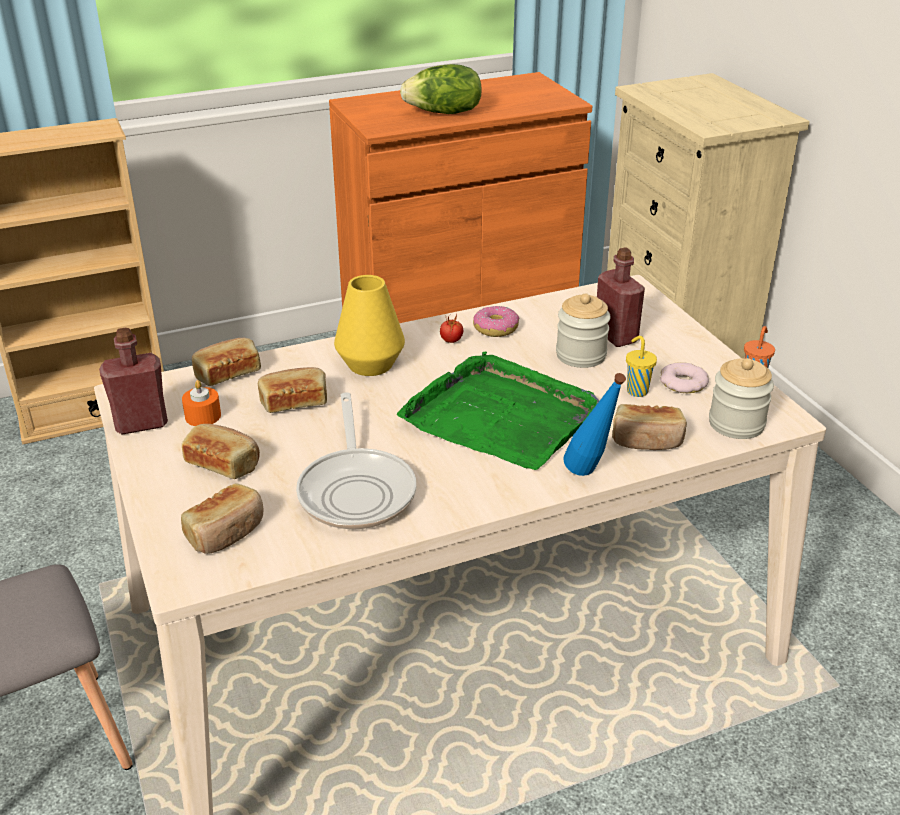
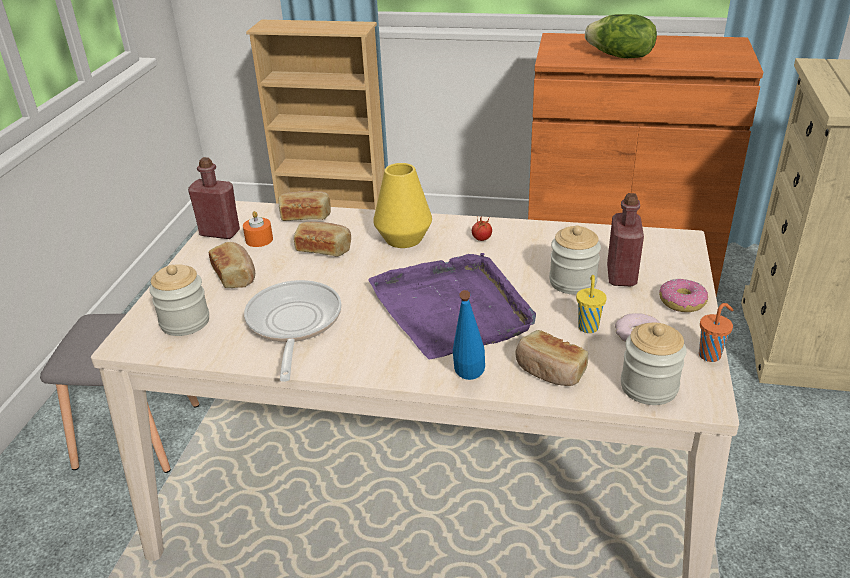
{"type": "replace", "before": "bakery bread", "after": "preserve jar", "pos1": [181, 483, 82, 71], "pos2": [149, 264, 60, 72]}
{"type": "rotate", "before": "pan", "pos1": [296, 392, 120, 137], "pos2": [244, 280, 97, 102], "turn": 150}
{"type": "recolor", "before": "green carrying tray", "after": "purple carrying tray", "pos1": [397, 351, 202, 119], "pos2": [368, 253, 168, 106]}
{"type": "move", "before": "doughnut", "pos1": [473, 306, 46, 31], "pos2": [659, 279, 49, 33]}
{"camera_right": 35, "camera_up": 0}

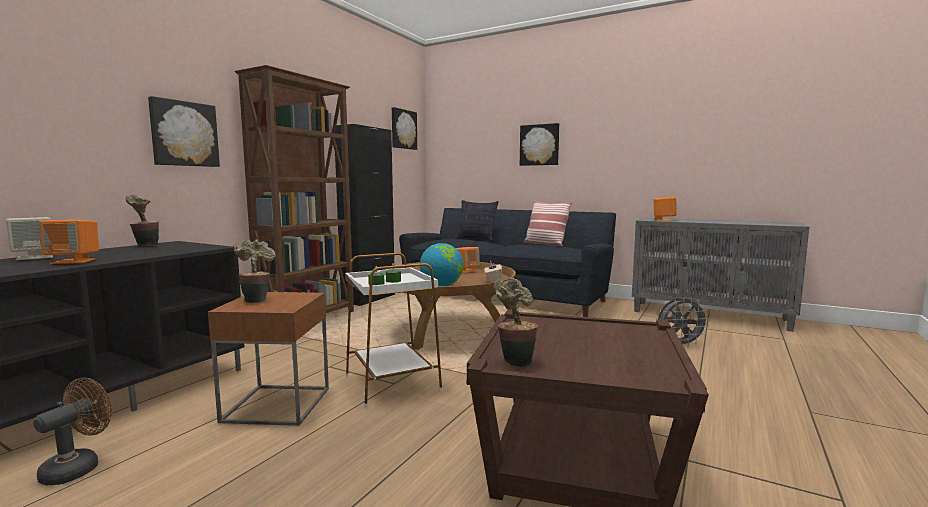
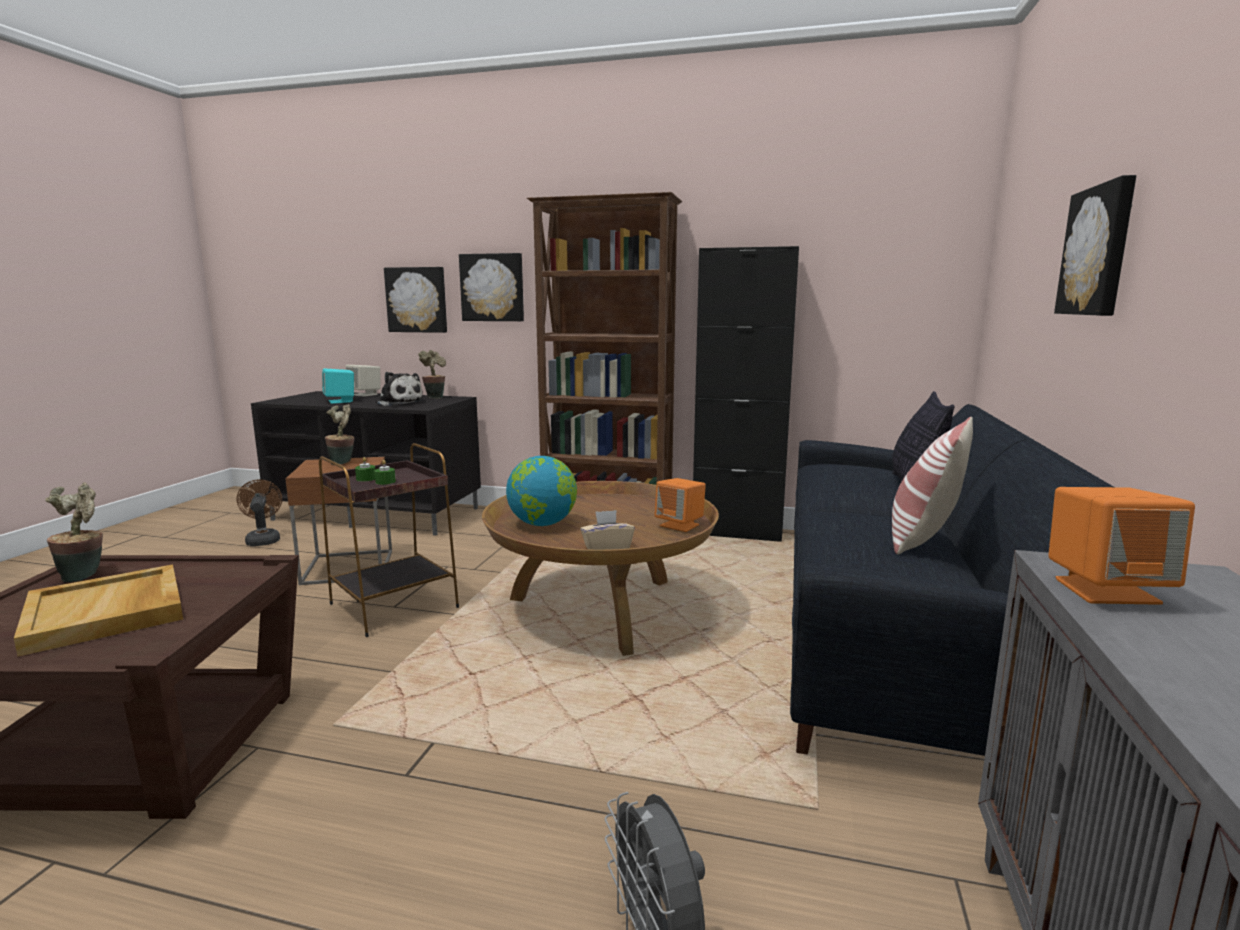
{"type": "insert", "after": "beige carrying tray", "pos2": [14, 564, 169, 92]}
{"type": "rotate", "before": "brownish cooling fan", "pos1": [34, 377, 78, 108], "pos2": [237, 479, 45, 67], "turn": -120}
{"type": "recolor", "before": "white-coloured end table", "after": "brownish end table", "pos1": [345, 253, 97, 154], "pos2": [319, 443, 140, 194]}
{"type": "recolor", "before": "orange-coloured loudspeaker", "after": "turquoise-coloured loudspeaker", "pos1": [39, 220, 60, 44], "pos2": [322, 369, 32, 35]}
{"type": "insert", "after": "plush toy", "pos2": [376, 372, 48, 34]}
{"type": "move", "before": "wall picture", "pos1": [392, 107, 25, 43], "pos2": [384, 267, 63, 66]}
{"camera_right": 75, "camera_up": 5}

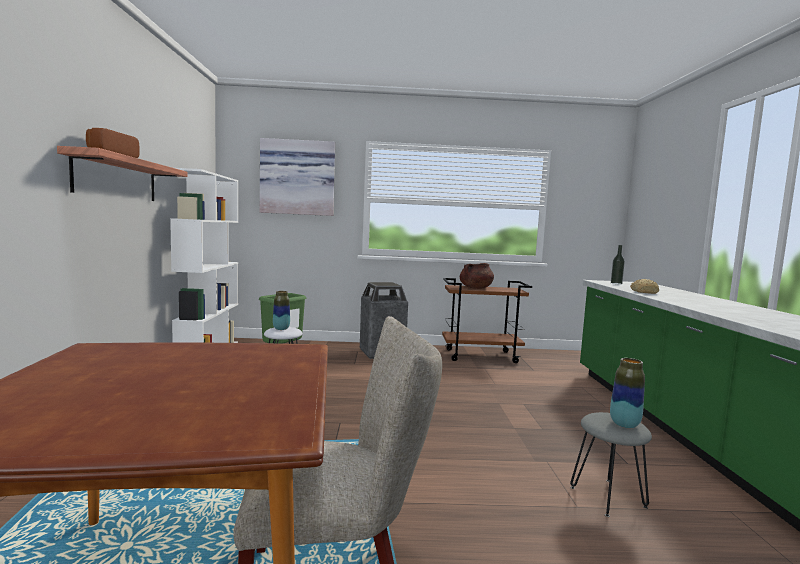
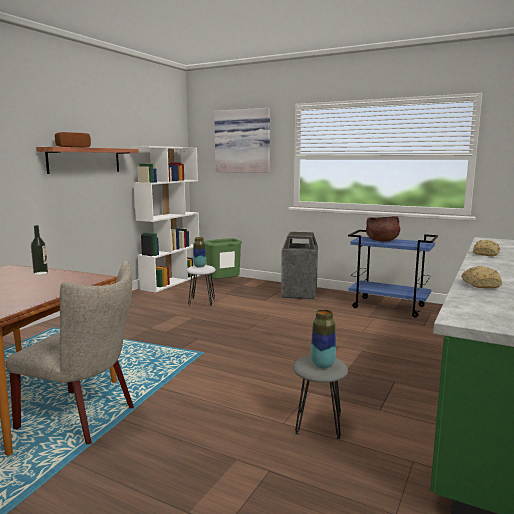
{"type": "move", "before": "bottle", "pos1": [611, 245, 14, 40], "pos2": [31, 225, 17, 50]}
{"type": "recolor", "before": "brownish cart", "after": "bluish cart", "pos1": [442, 278, 90, 85], "pos2": [348, 230, 90, 88]}
{"type": "insert", "after": "bakery bread", "pos2": [461, 266, 41, 22]}
{"camera_right": 30, "camera_up": 5}

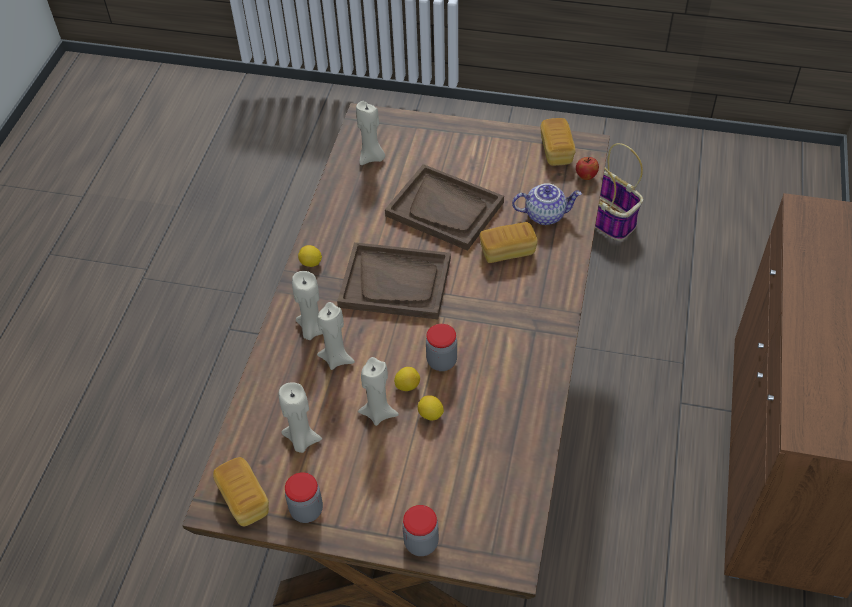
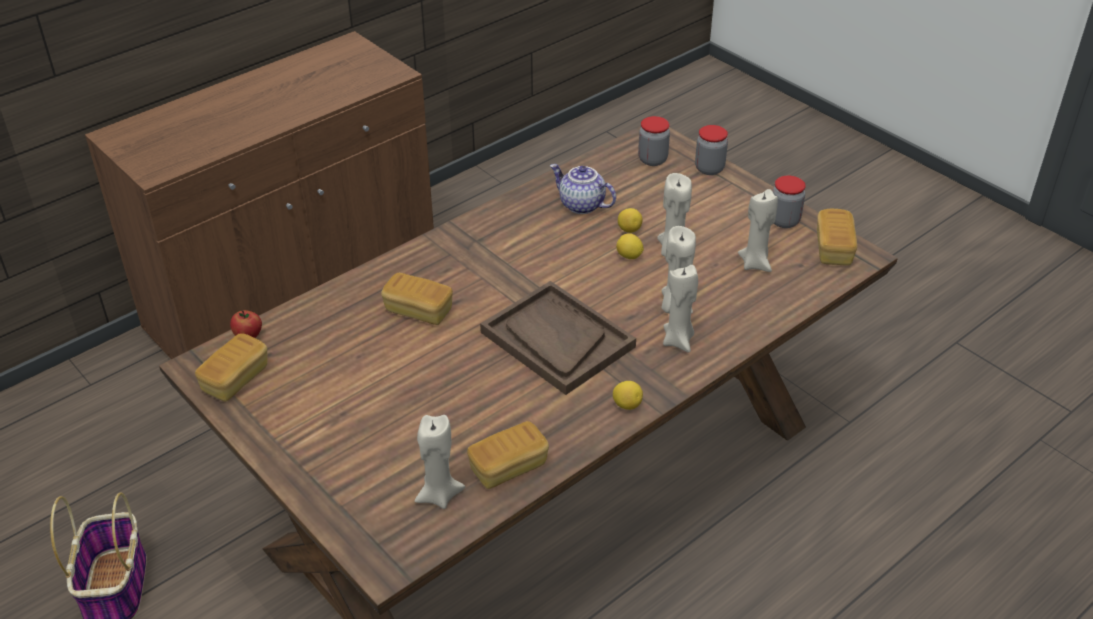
{"type": "insert", "after": "bakery bread", "pos2": [467, 421, 82, 68]}
{"type": "move", "before": "tea pot", "pos1": [512, 183, 70, 42], "pos2": [550, 164, 66, 50]}
{"type": "move", "before": "preserve jar", "pos1": [426, 324, 31, 47], "pos2": [638, 116, 32, 50]}
{"type": "delete", "before": "brownish carrying tray", "pos1": [385, 164, 119, 87]}
{"camera_right": -145, "camera_up": -10}

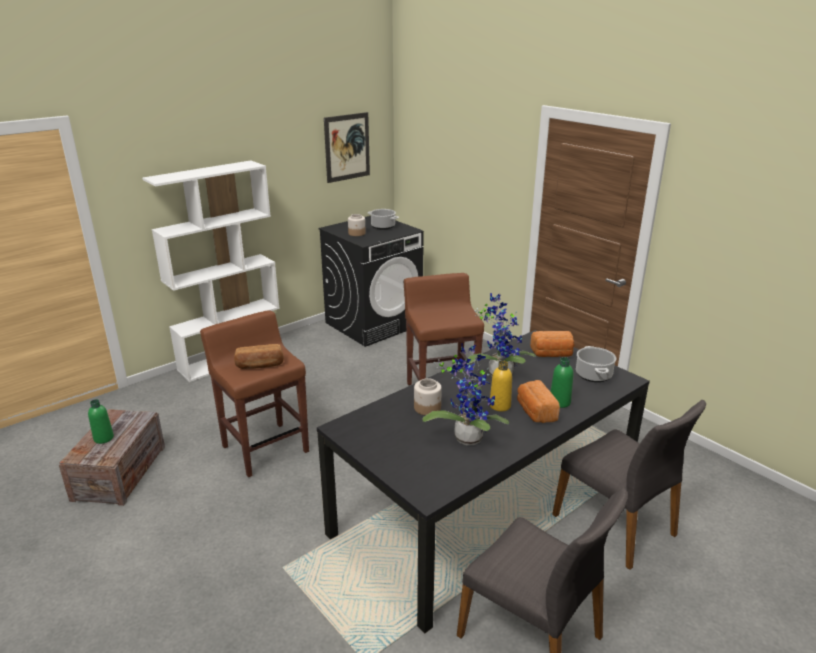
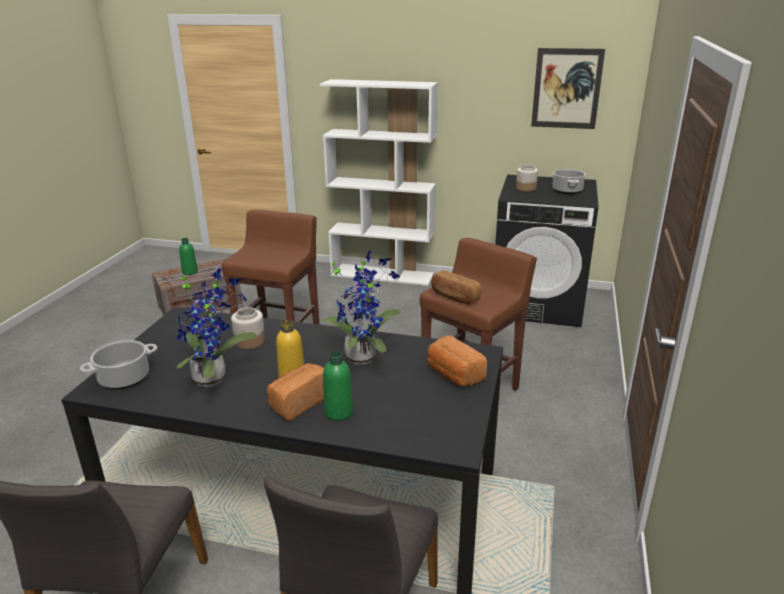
{"type": "move", "before": "saucepot", "pos1": [576, 346, 40, 36], "pos2": [80, 340, 77, 49]}
{"type": "move", "before": "bakery bread", "pos1": [234, 344, 50, 25], "pos2": [431, 270, 50, 34]}
{"camera_right": 55, "camera_up": 0}

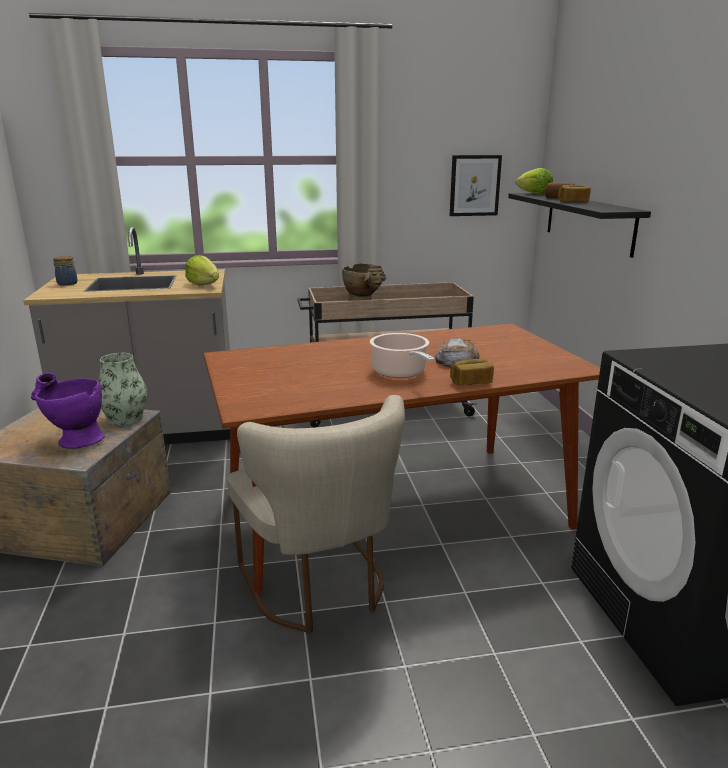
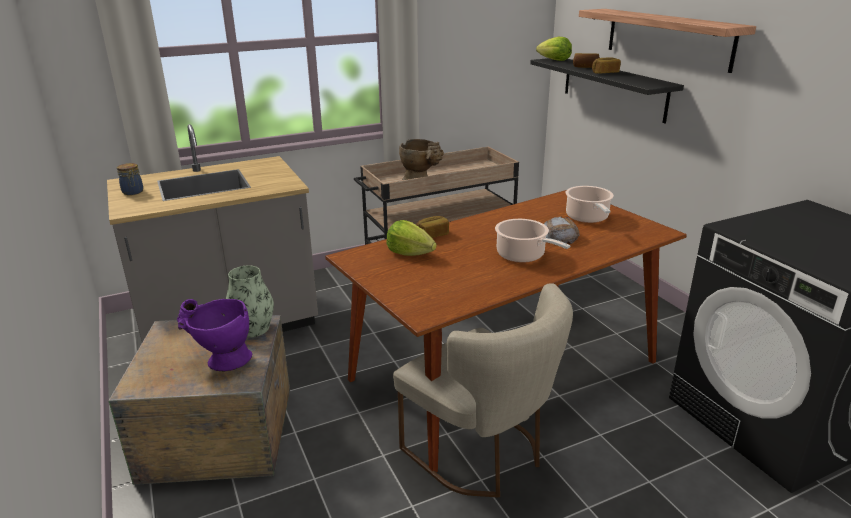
{"type": "move", "before": "head of lettuce", "pos1": [185, 255, 34, 30], "pos2": [386, 220, 51, 36]}
{"type": "move", "before": "bakery bread", "pos1": [450, 359, 44, 27], "pos2": [416, 216, 33, 22]}
{"type": "insert", "after": "saucepot", "pos2": [566, 186, 48, 37]}
{"type": "insert", "after": "wall shelf", "pos2": [579, 9, 177, 64]}
{"type": "delete", "before": "wall picture", "pos1": [450, 155, 52, 61]}
{"camera_right": -15, "camera_up": 5}

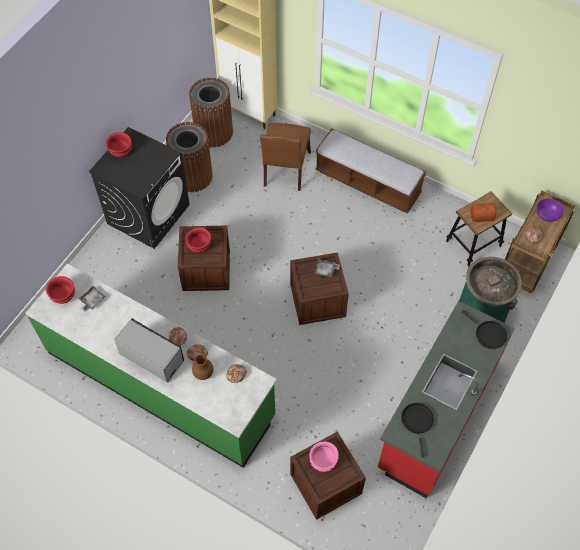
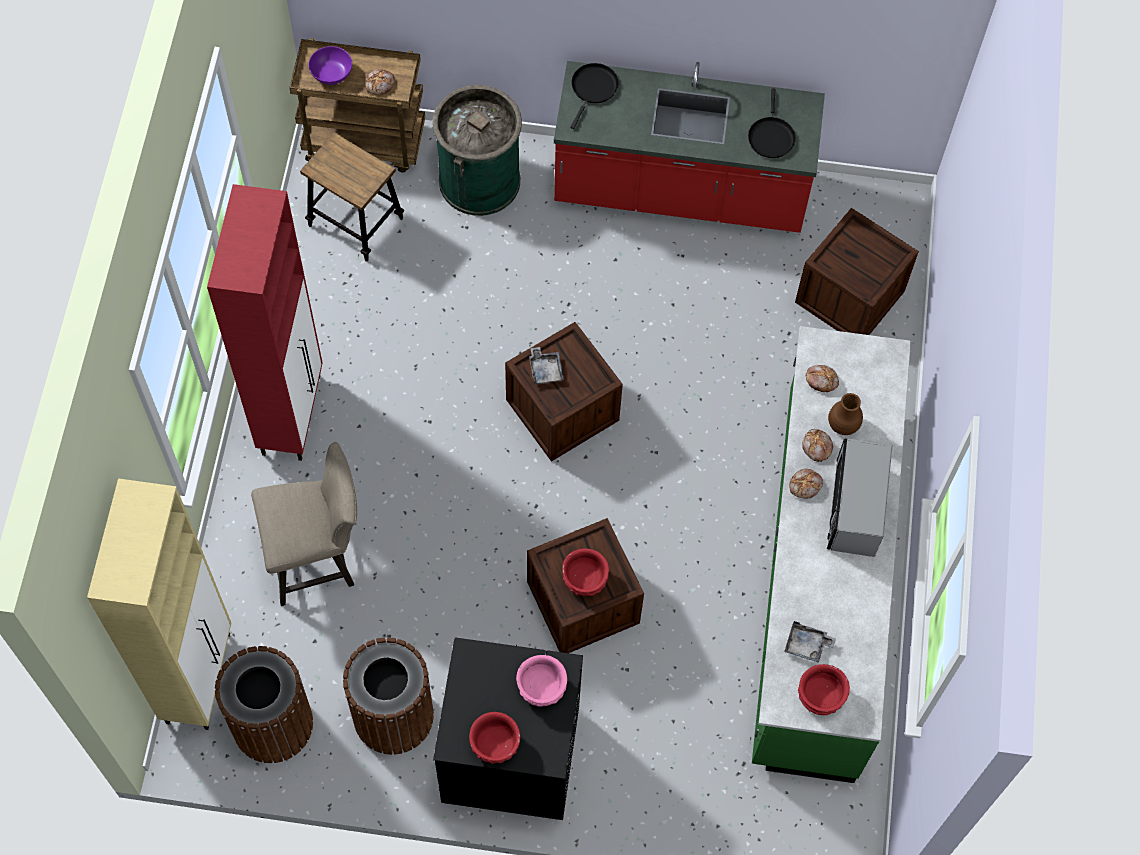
{"type": "replace", "before": "long seat", "after": "red cupboard", "pos1": [316, 128, 110, 85], "pos2": [207, 184, 116, 277]}
{"type": "replace", "before": "brownish plain chair", "after": "beige stool", "pos1": [260, 123, 51, 68], "pos2": [251, 442, 106, 164]}
{"type": "move", "before": "pink serving bowl", "pos1": [309, 442, 30, 30], "pos2": [516, 655, 51, 52]}
{"type": "rotate", "before": "blackish pan", "pos1": [401, 403, 33, 55], "pos2": [748, 88, 48, 70], "turn": -60}
{"type": "delete", "before": "bakery bread", "pos1": [470, 203, 26, 19]}
{"camera_right": -115, "camera_up": 5}

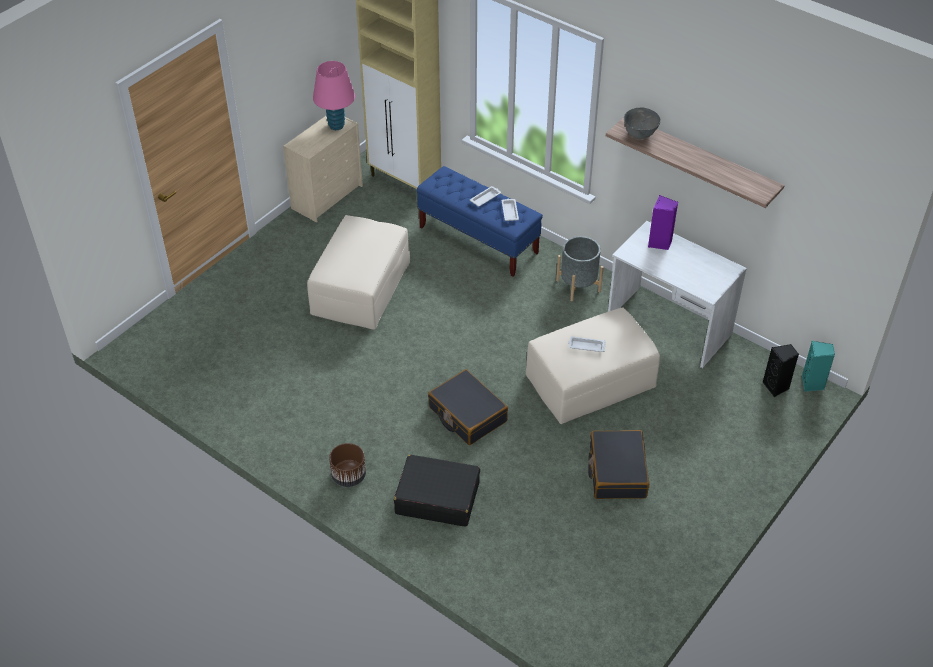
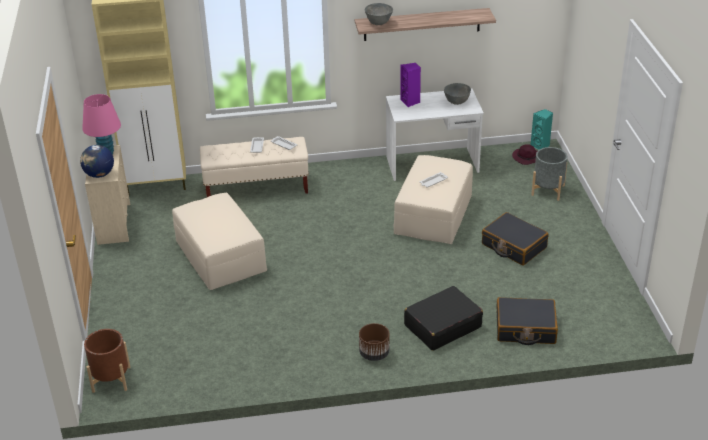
{"type": "insert", "after": "world globe", "pos2": [80, 145, 34, 33]}
{"type": "insert", "after": "brownish flower pot", "pos2": [84, 329, 46, 64]}
{"type": "recolor", "before": "bluish long seat", "after": "beige long seat", "pos1": [417, 166, 126, 110], "pos2": [200, 137, 109, 60]}
{"type": "insert", "after": "greyish serving bowl", "pos2": [444, 83, 27, 22]}
{"type": "move", "before": "blackish travel case", "pos1": [428, 369, 80, 76], "pos2": [497, 297, 61, 48]}
{"type": "replace", "before": "blackish loudspeaker", "after": "purple clothing hat", "pos1": [763, 344, 36, 53], "pos2": [512, 144, 25, 21]}
{"type": "move", "before": "greyish flower pot", "pos1": [556, 236, 48, 65], "pos2": [531, 147, 36, 54]}
{"camera_right": -45, "camera_up": -10}

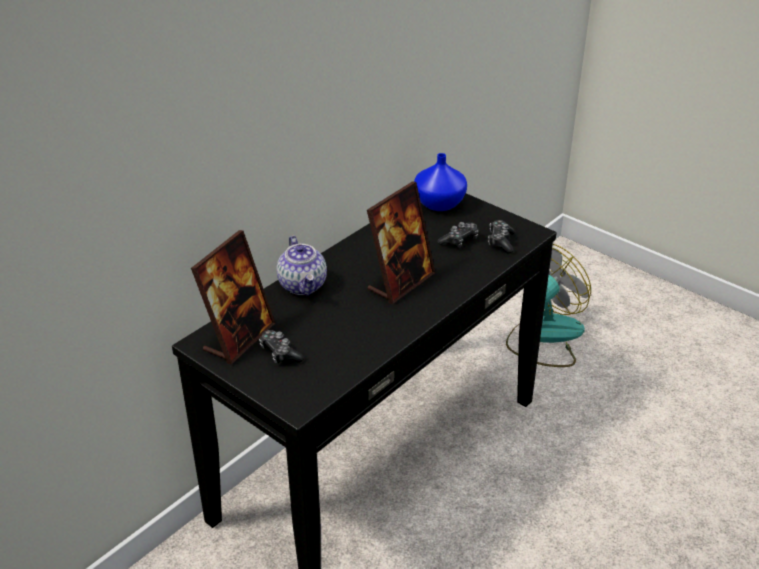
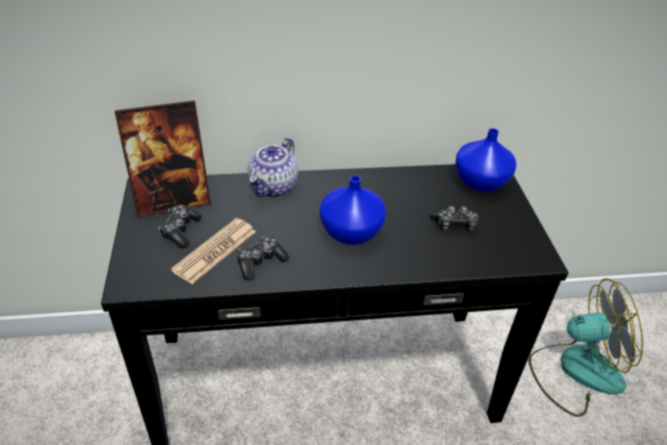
{"type": "insert", "after": "printed paper", "pos2": [171, 218, 85, 66]}
{"type": "move", "before": "game controller", "pos1": [488, 220, 27, 34], "pos2": [237, 236, 52, 44]}
{"type": "replace", "before": "picture frame", "after": "bluish vase", "pos1": [367, 182, 68, 122], "pos2": [320, 175, 66, 70]}
{"camera_right": 40, "camera_up": 5}

